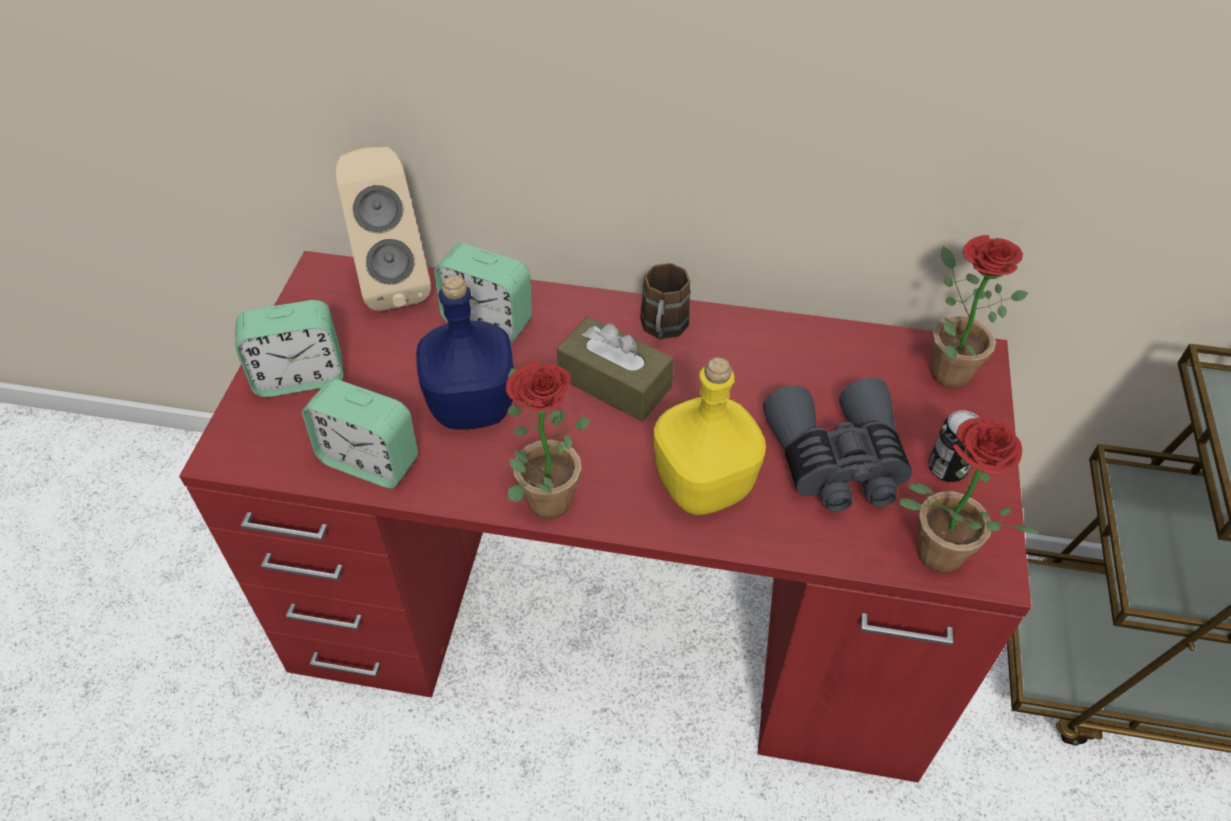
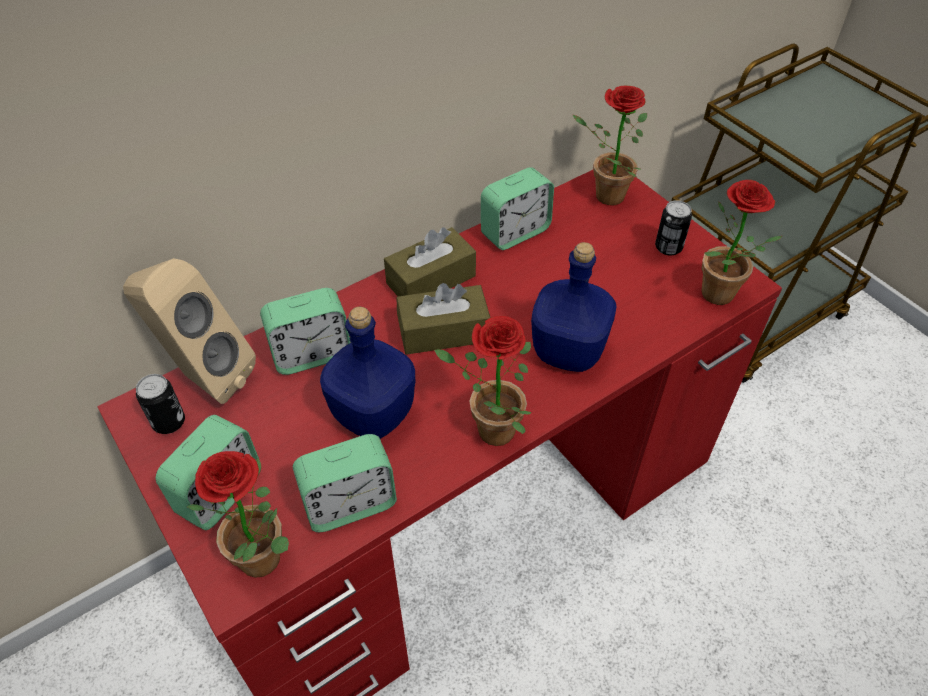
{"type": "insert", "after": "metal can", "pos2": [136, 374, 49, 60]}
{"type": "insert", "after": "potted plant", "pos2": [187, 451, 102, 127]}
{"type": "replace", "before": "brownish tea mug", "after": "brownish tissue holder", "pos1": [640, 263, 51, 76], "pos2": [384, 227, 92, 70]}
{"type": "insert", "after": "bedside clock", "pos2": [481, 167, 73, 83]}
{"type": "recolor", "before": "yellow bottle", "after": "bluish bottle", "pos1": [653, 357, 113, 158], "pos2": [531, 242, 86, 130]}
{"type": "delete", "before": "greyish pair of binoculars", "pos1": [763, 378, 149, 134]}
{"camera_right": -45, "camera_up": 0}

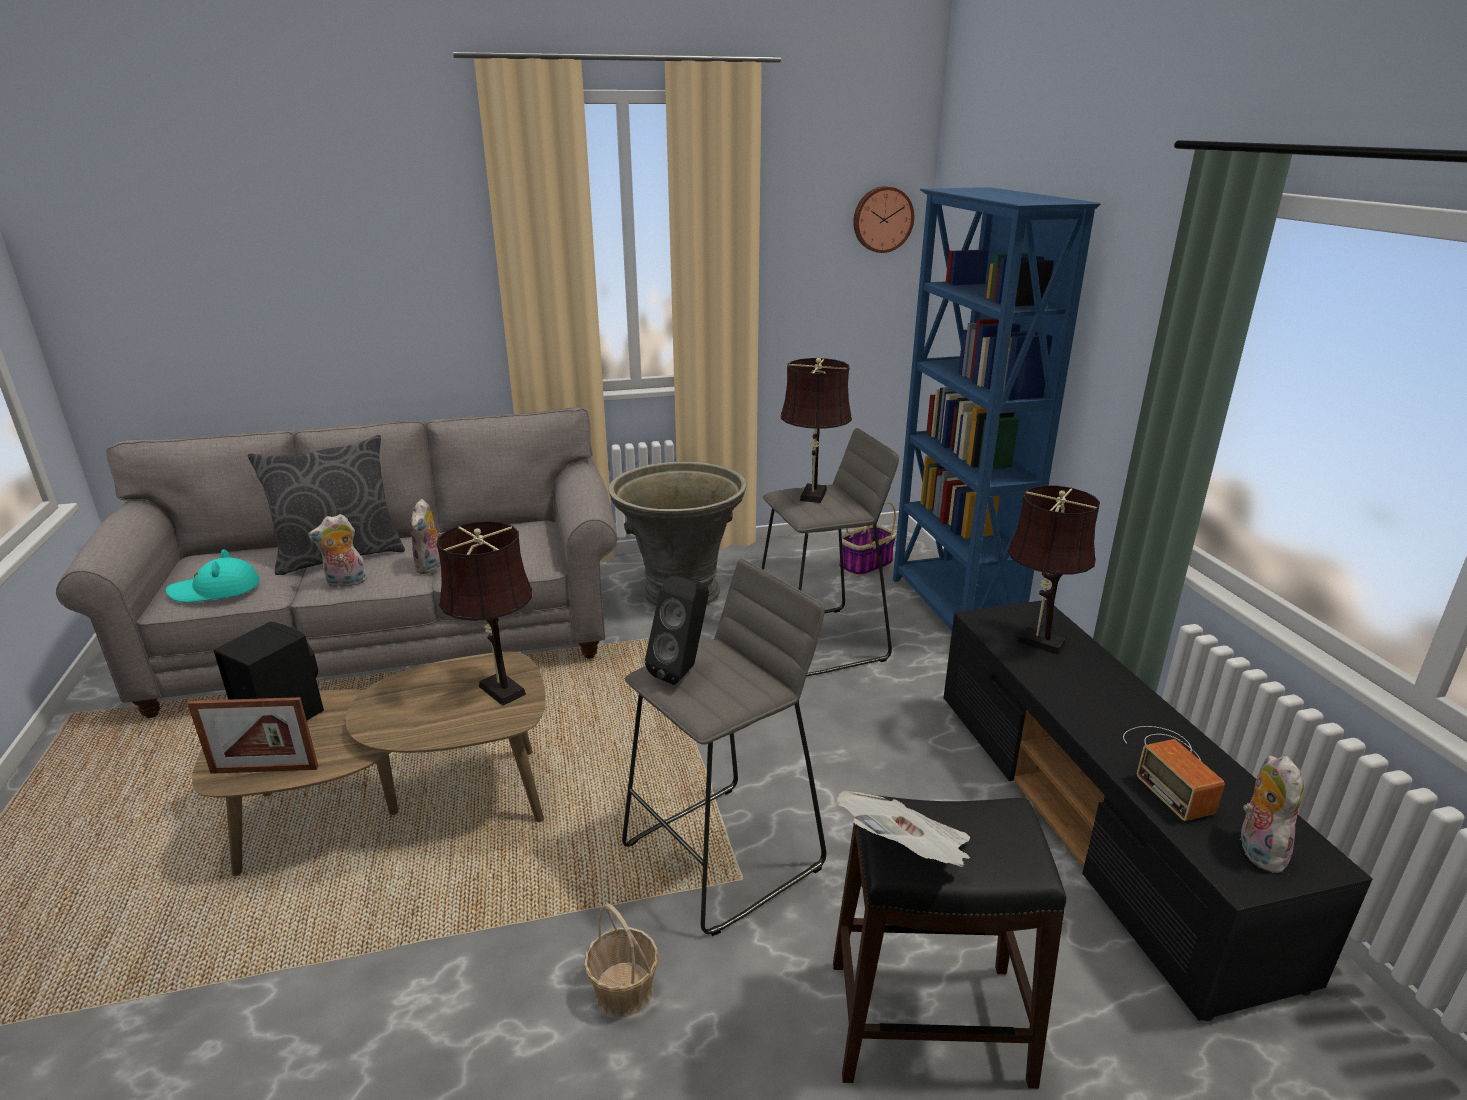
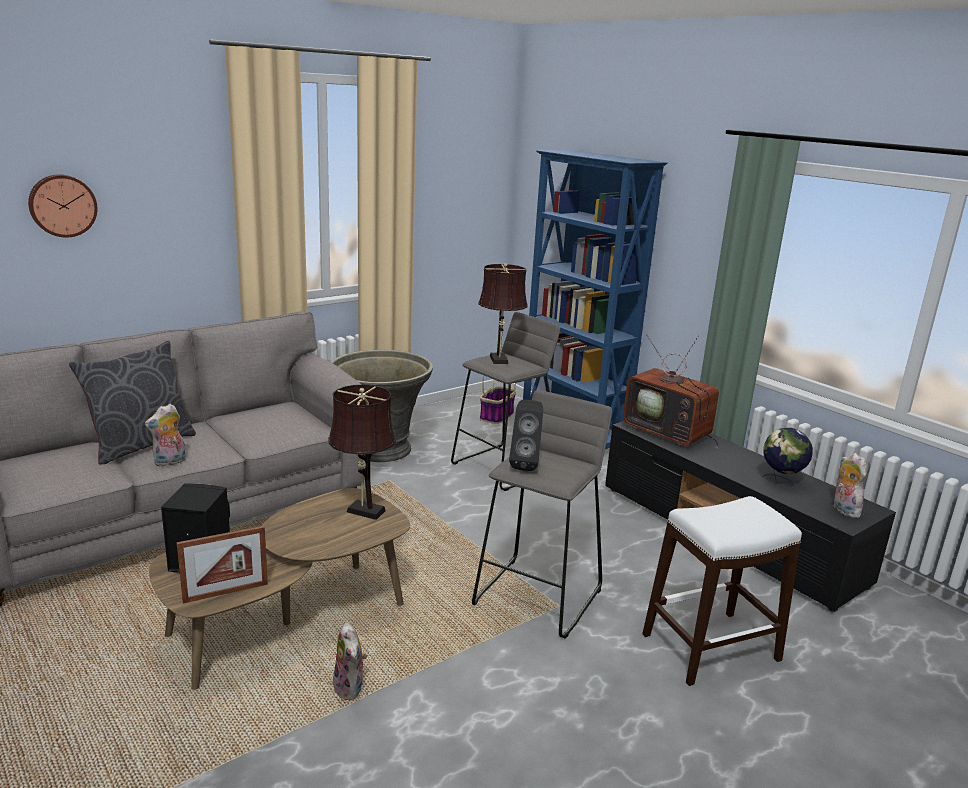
{"type": "move", "before": "clock on the wall", "pos1": [853, 186, 61, 67], "pos2": [28, 174, 69, 64]}
{"type": "move", "before": "plush toy", "pos1": [410, 499, 32, 75], "pos2": [333, 622, 34, 78]}
{"type": "replace", "before": "brownish table lamp", "after": "TV set", "pos1": [1008, 485, 92, 170], "pos2": [623, 335, 96, 114]}
{"type": "recolor", "before": "blackish stool", "after": "white-coloured stool", "pos1": [833, 795, 234, 294], "pos2": [642, 496, 160, 190]}
{"type": "replace", "before": "radio set", "after": "world globe", "pos1": [1123, 726, 102, 95], "pos2": [762, 428, 51, 59]}
{"type": "delete", "before": "turquoise-coloured clothing hat", "pos1": [166, 549, 94, 54]}
{"type": "delete", "before": "basket", "pos1": [584, 904, 74, 113]}
{"type": "delete", "before": "printed paper", "pos1": [837, 791, 133, 76]}
{"camera_right": -25, "camera_up": -5}

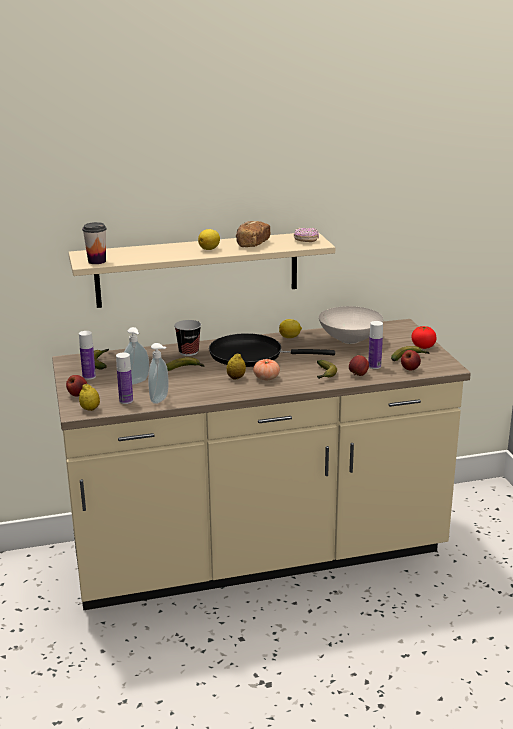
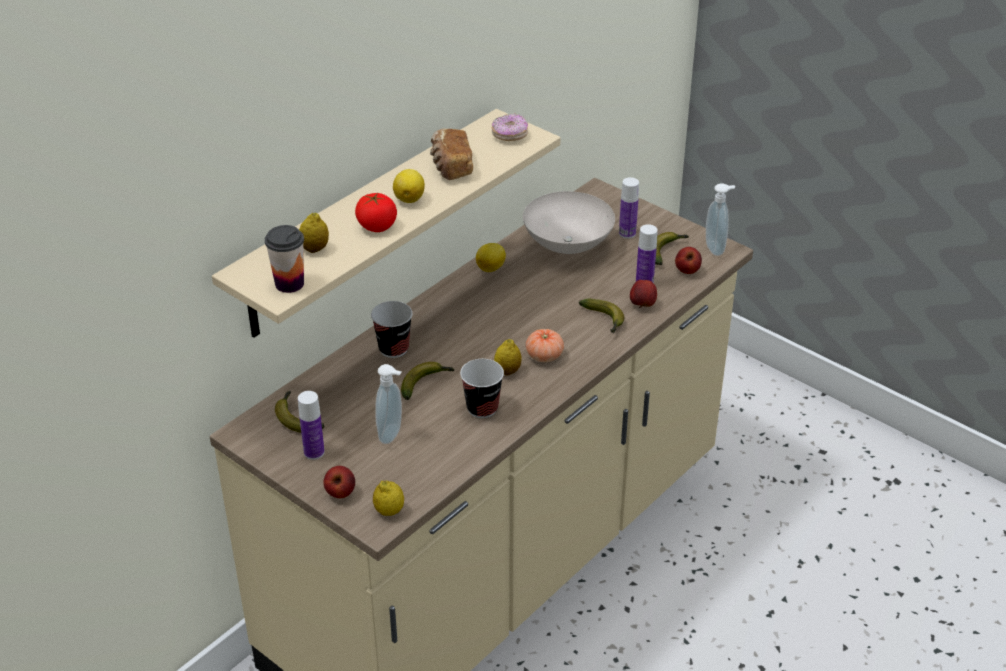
{"type": "insert", "after": "citrus fruit", "pos2": [299, 213, 30, 40]}
{"type": "move", "before": "fresh tomato", "pos1": [412, 326, 25, 23], "pos2": [355, 193, 42, 39]}
{"type": "insert", "after": "drinking cup", "pos2": [460, 359, 44, 59]}
{"type": "move", "before": "bottle", "pos1": [116, 352, 17, 52], "pos2": [619, 177, 20, 62]}
{"type": "move", "before": "soap dispenser", "pos1": [148, 343, 21, 61], "pos2": [706, 183, 29, 73]}
{"type": "delete", "before": "blackish pan", "pos1": [209, 333, 126, 34]}
{"camera_right": -35, "camera_up": 15}

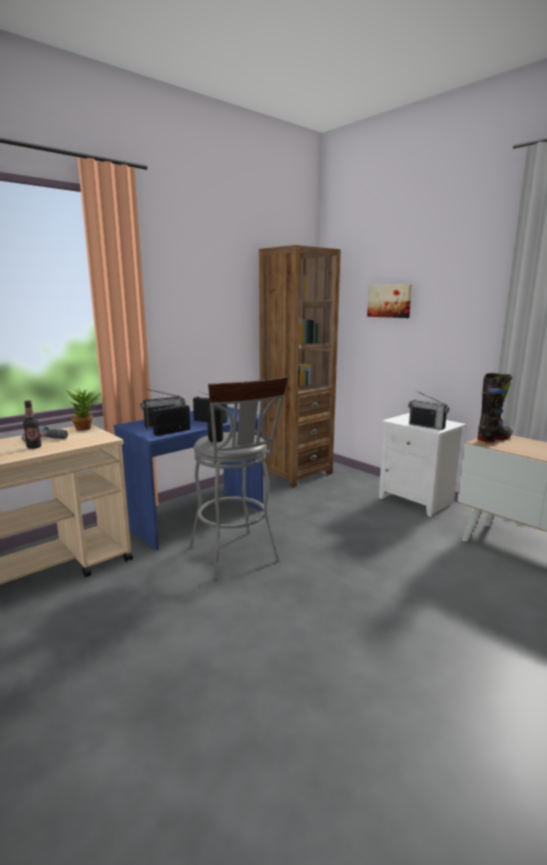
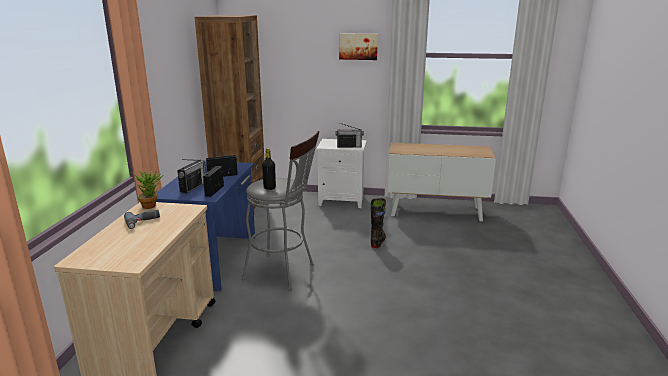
{"type": "move", "before": "wall picture", "pos1": [367, 284, 45, 34], "pos2": [339, 33, 39, 27]}
{"type": "move", "before": "blackish boot", "pos1": [478, 373, 35, 70], "pos2": [371, 198, 15, 50]}
{"type": "delete", "before": "bottle", "pos1": [23, 400, 18, 49]}
{"camera_right": -40, "camera_up": 5}

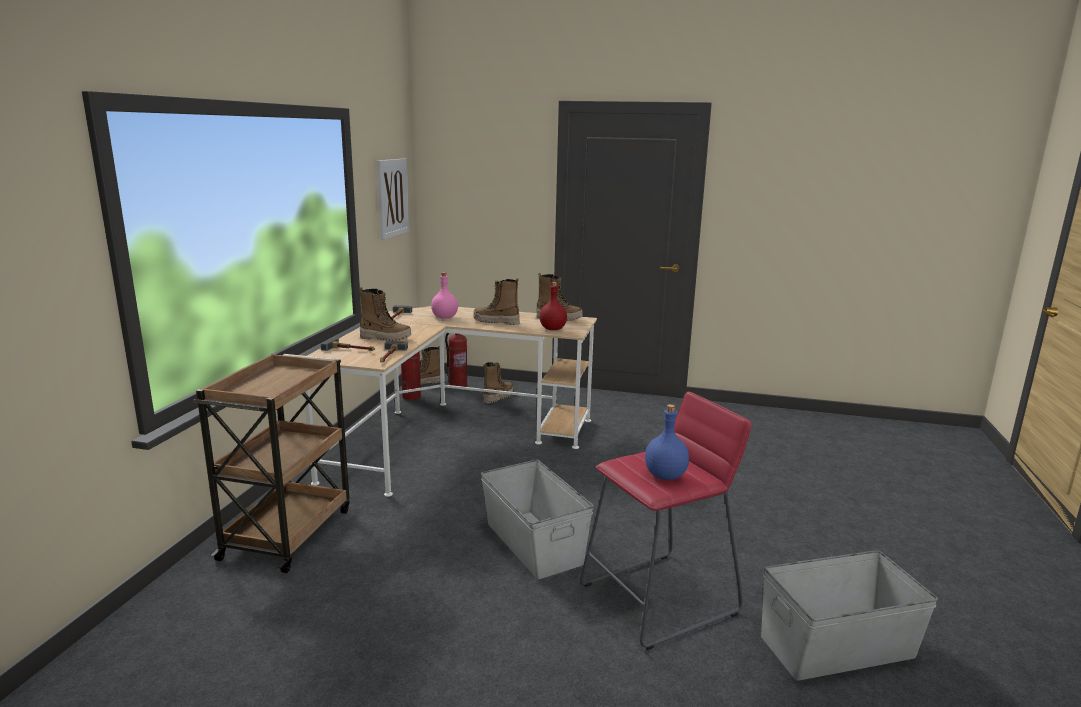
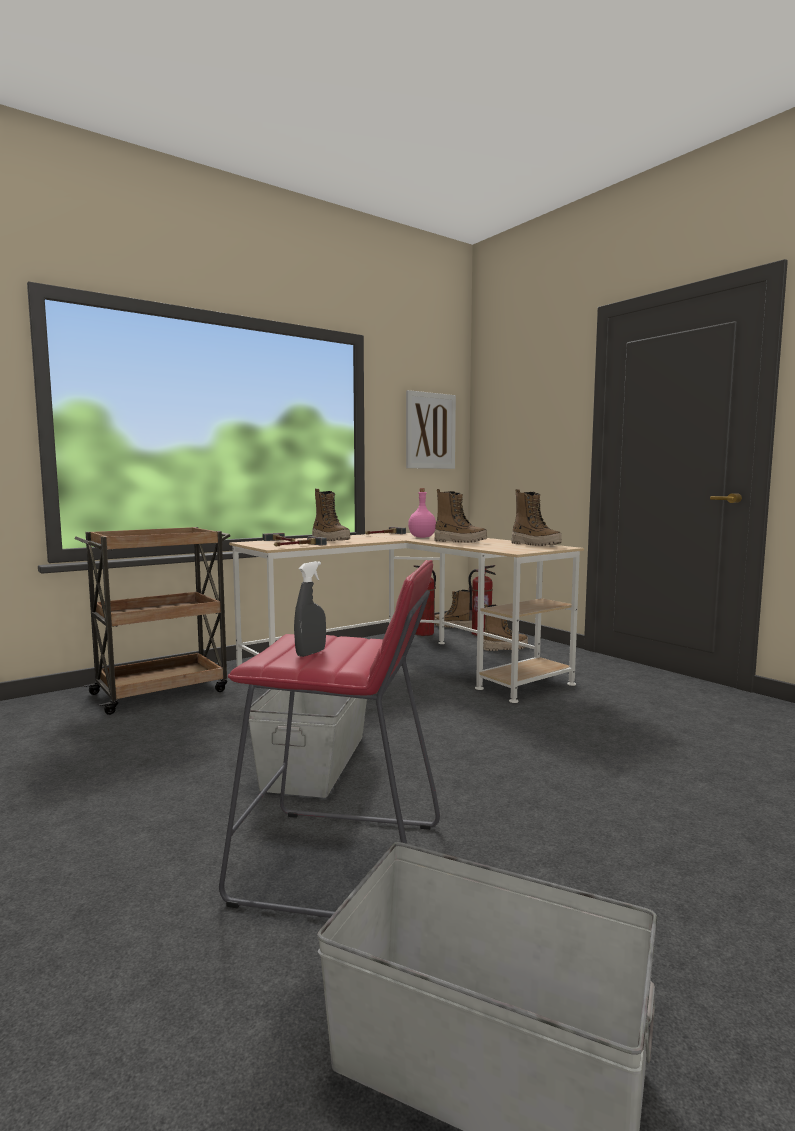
{"type": "replace", "before": "bluish bottle", "after": "greyish spray bottle", "pos1": [645, 404, 44, 76], "pos2": [294, 561, 32, 96]}
{"type": "rotate", "before": "boot", "pos1": [473, 278, 47, 47], "pos2": [434, 489, 53, 54], "turn": 150}
{"type": "delete", "before": "red bottle", "pos1": [540, 282, 27, 48]}
{"camera_right": 40, "camera_up": -10}

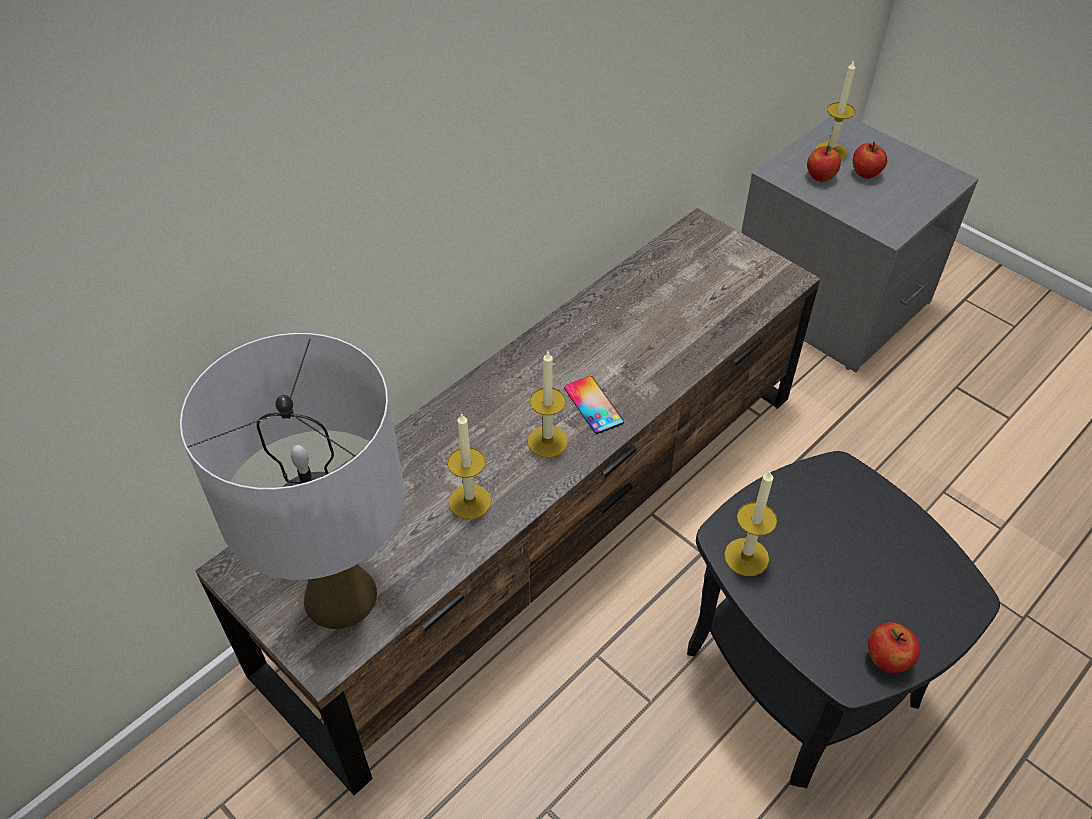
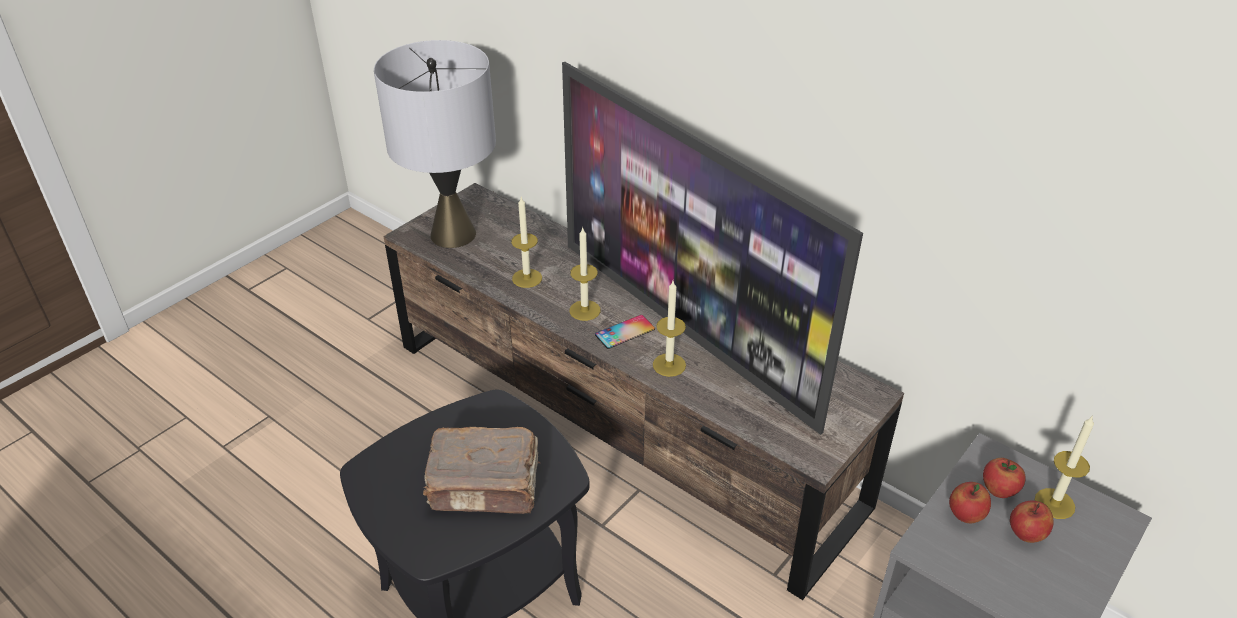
{"type": "insert", "after": "brownish bound book", "pos2": [423, 427, 117, 87]}
{"type": "insert", "after": "TV set", "pos2": [562, 62, 301, 373]}
{"type": "move", "before": "candle", "pos1": [724, 471, 53, 105], "pos2": [653, 281, 33, 96]}
{"type": "move", "before": "whole apple", "pos1": [868, 622, 52, 51], "pos2": [949, 482, 42, 41]}
{"camera_right": 85, "camera_up": -10}

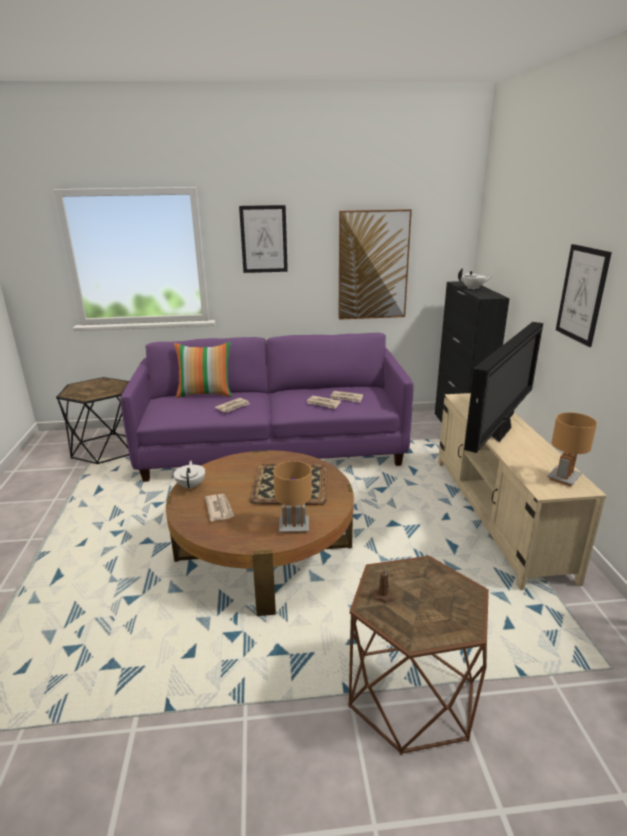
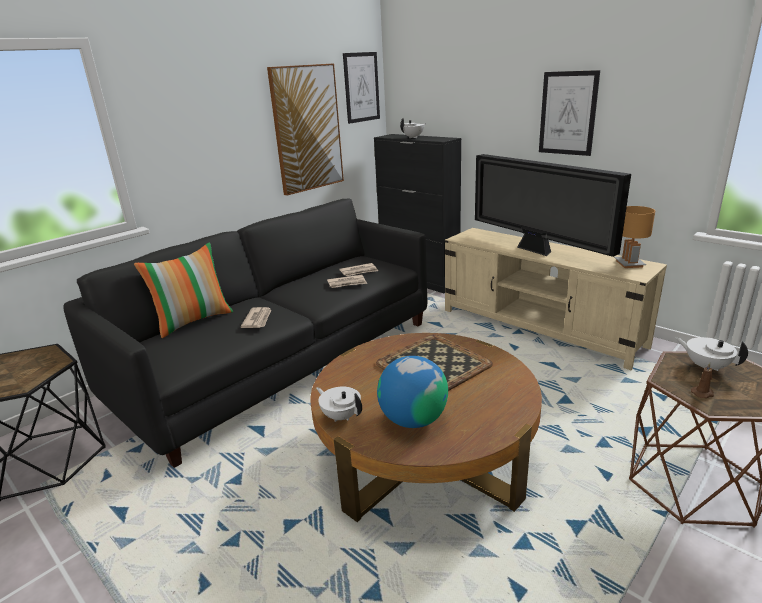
{"type": "recolor", "before": "purple couch", "after": "blackish couch", "pos1": [120, 333, 294, 149], "pos2": [63, 198, 364, 270]}
{"type": "move", "before": "wall picture", "pos1": [239, 205, 49, 68], "pos2": [343, 52, 37, 72]}
{"type": "replace", "before": "printed paper", "after": "world globe", "pos1": [205, 494, 29, 27], "pos2": [377, 356, 71, 72]}
{"type": "rotate", "before": "TV set", "pos1": [464, 322, 79, 131], "pos2": [475, 154, 156, 103], "turn": 150}
{"type": "insert", "after": "white-coloured tea pot", "pos2": [675, 337, 73, 34]}
{"type": "delete", "before": "brownish table lamp", "pos1": [273, 461, 39, 73]}
{"camera_right": -40, "camera_up": 0}

